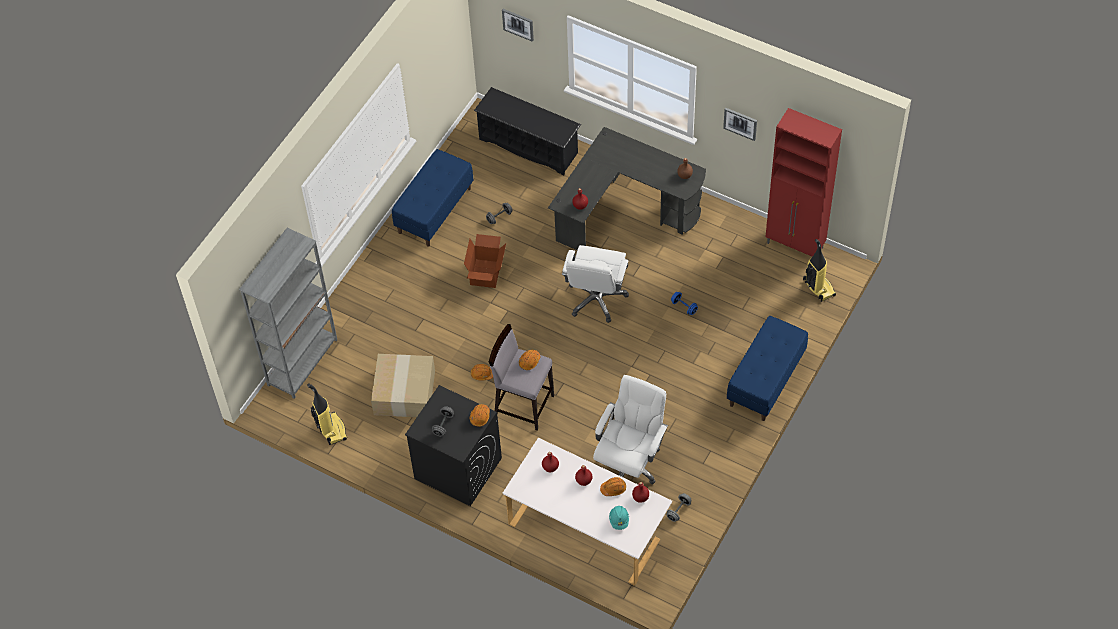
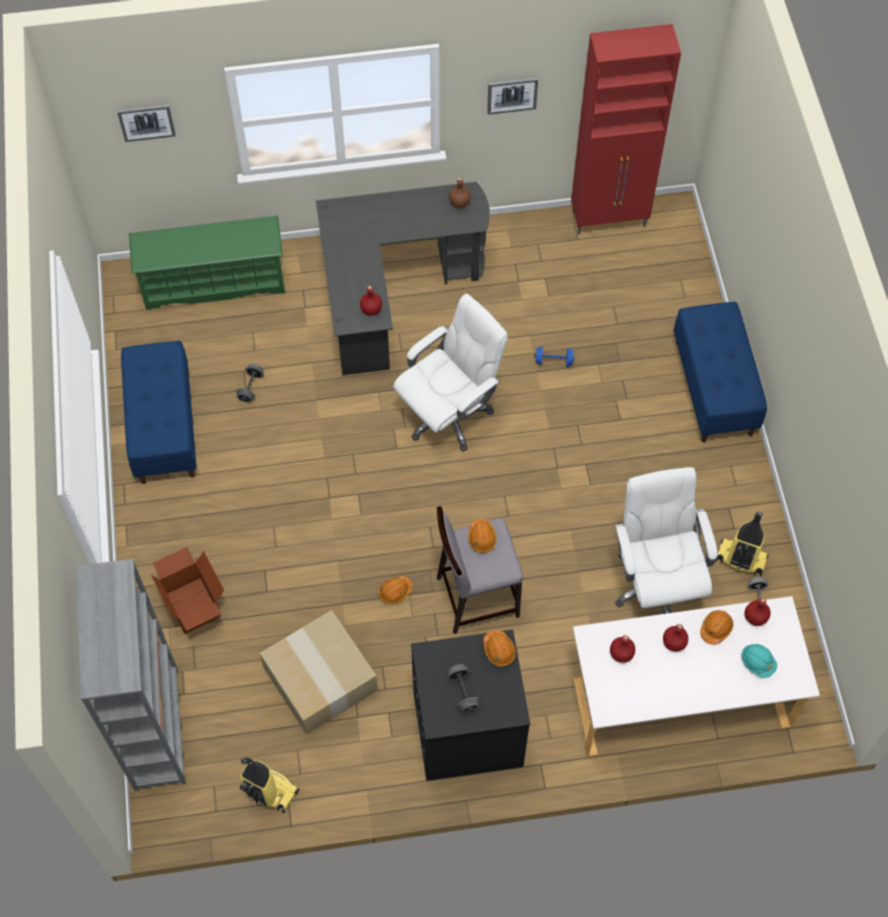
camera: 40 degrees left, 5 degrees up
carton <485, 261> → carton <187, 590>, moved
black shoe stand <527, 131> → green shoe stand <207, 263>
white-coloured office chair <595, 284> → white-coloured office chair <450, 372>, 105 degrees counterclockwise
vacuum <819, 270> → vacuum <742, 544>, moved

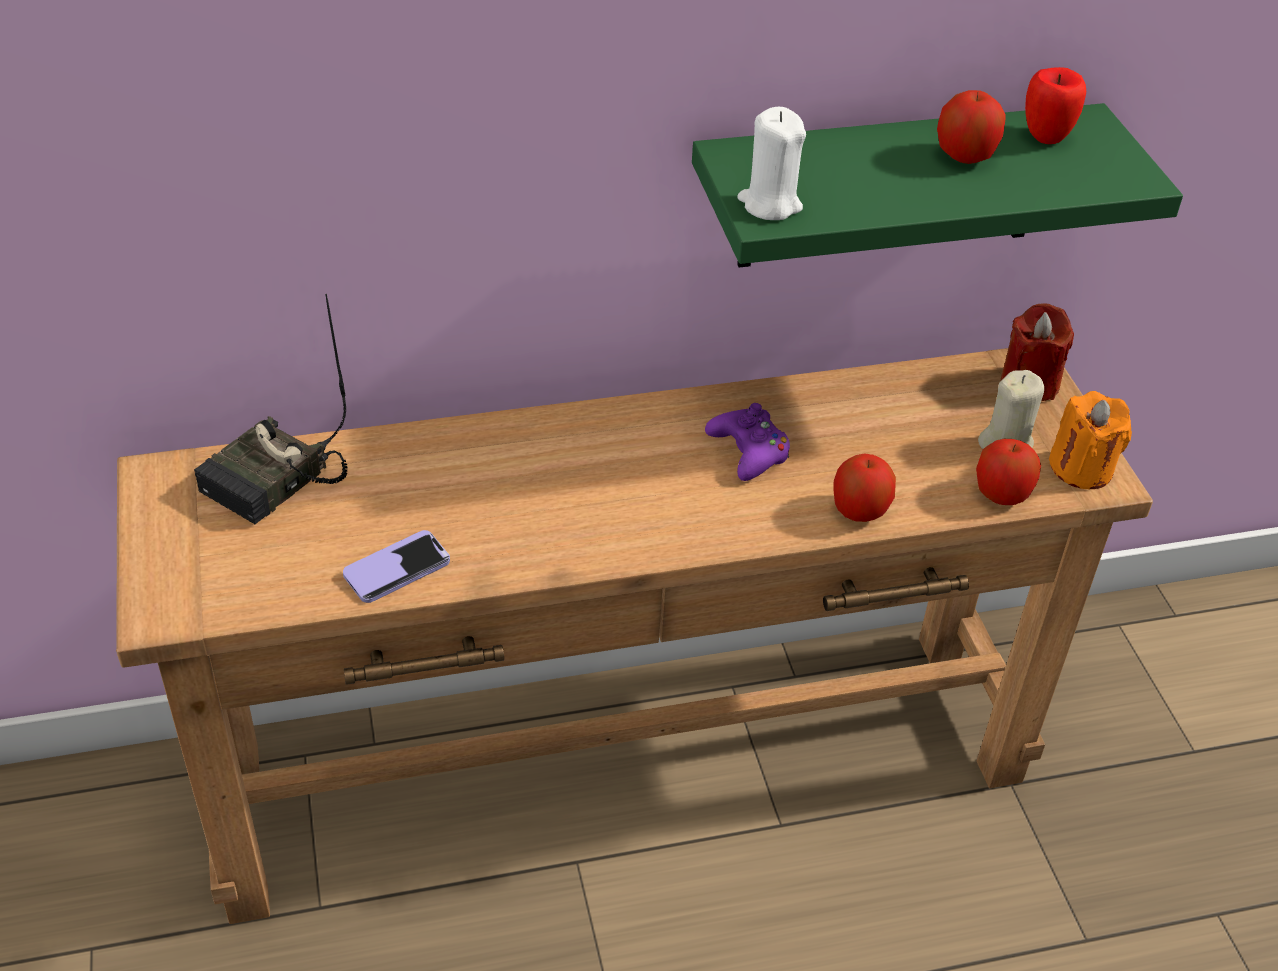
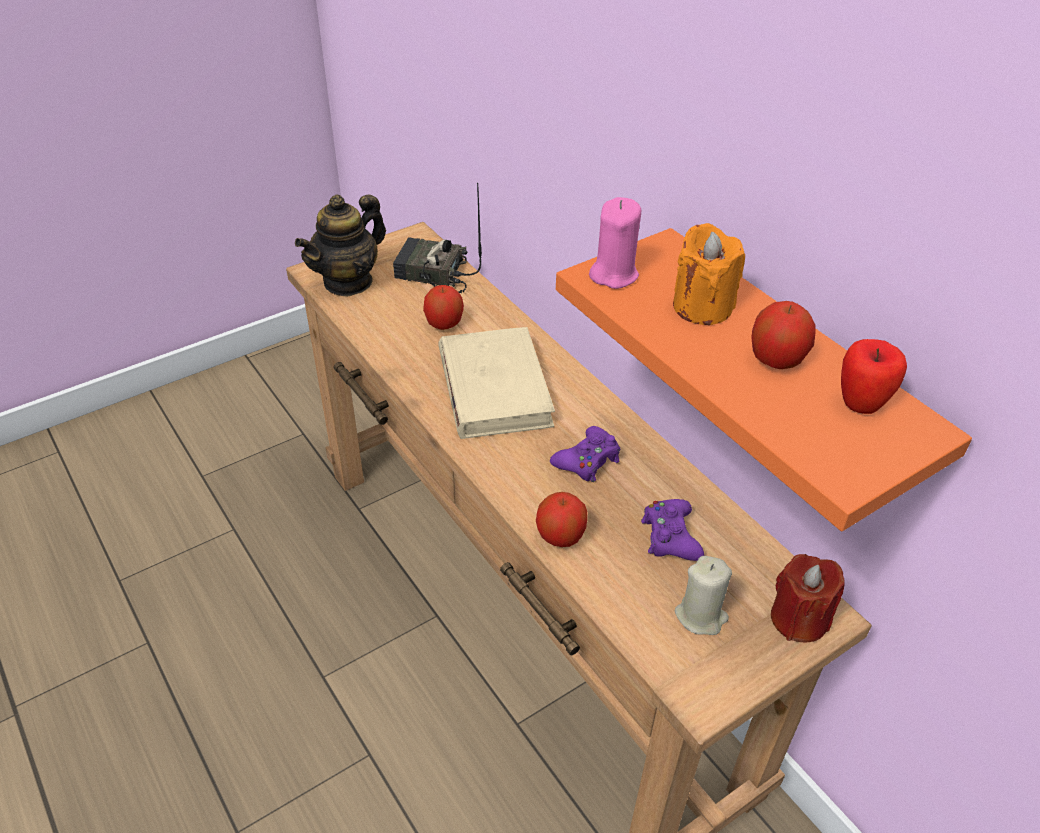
camera: 70 degrees right, 0 degrees up
handset <396, 566> → -
green bracket shelf <937, 185> → orange bracket shelf <764, 379>
white-coloured wax light <771, 163> → pink wax light <615, 243>
whole apple <1008, 472> → whole apple <443, 307>, moved
orange wax light <1090, 440> → orange wax light <709, 274>, moved
- → pot for tea <340, 245>
- → sand-coloured bound book <496, 383>
- → purplish game controller <672, 530>

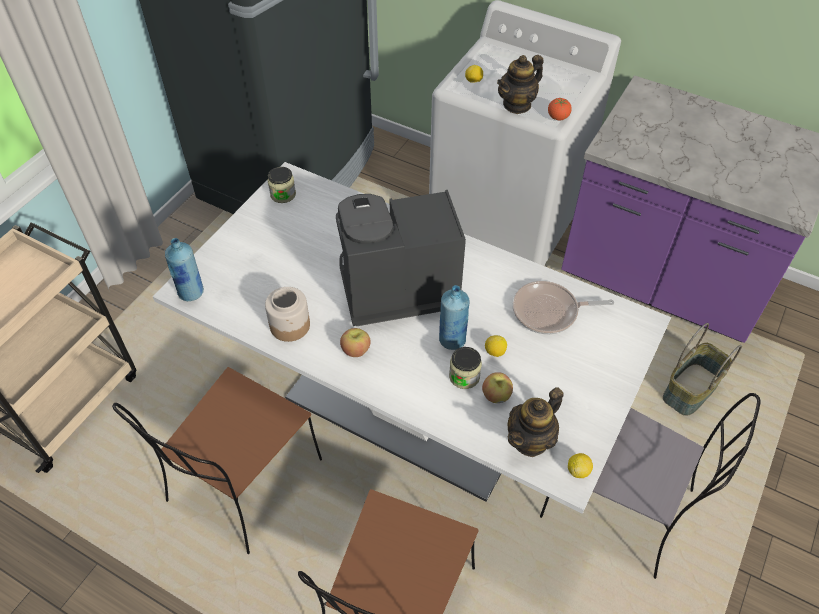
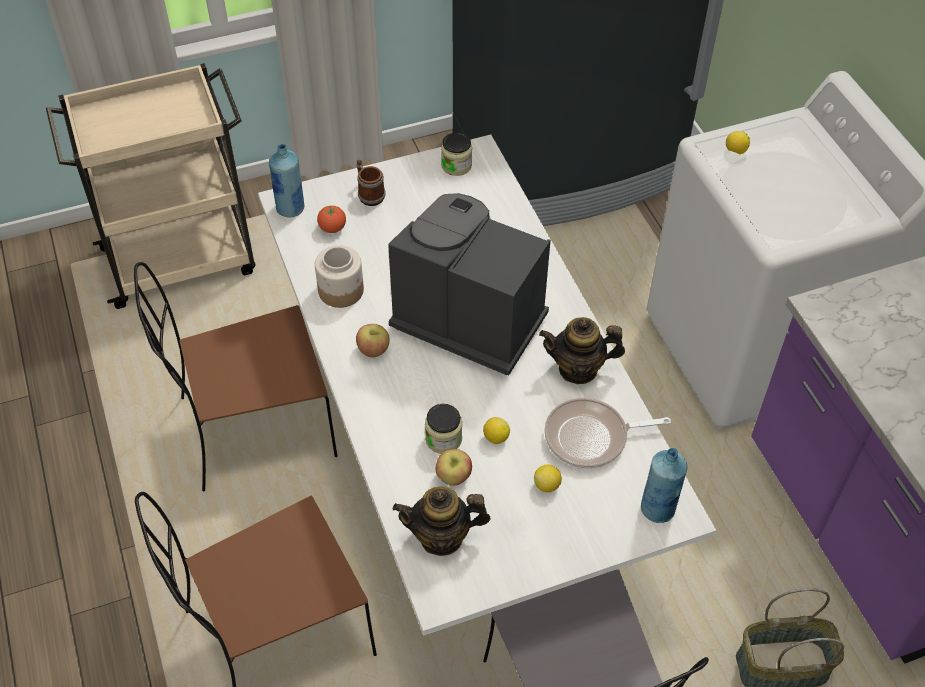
camera: 40 degrees right, 0 degrees up
bluish drink bottle <454, 317> → bluish drink bottle <664, 485>, moved
pot for tea <520, 84> → pot for tea <582, 350>, moved
skillet <563, 307> → skillet <607, 433>, 45 degrees counterclockwise
tomato <560, 109> → tomato <331, 219>, moved
lemon <580, 465> → lemon <548, 478>, moved
- → coffee mug <370, 182>

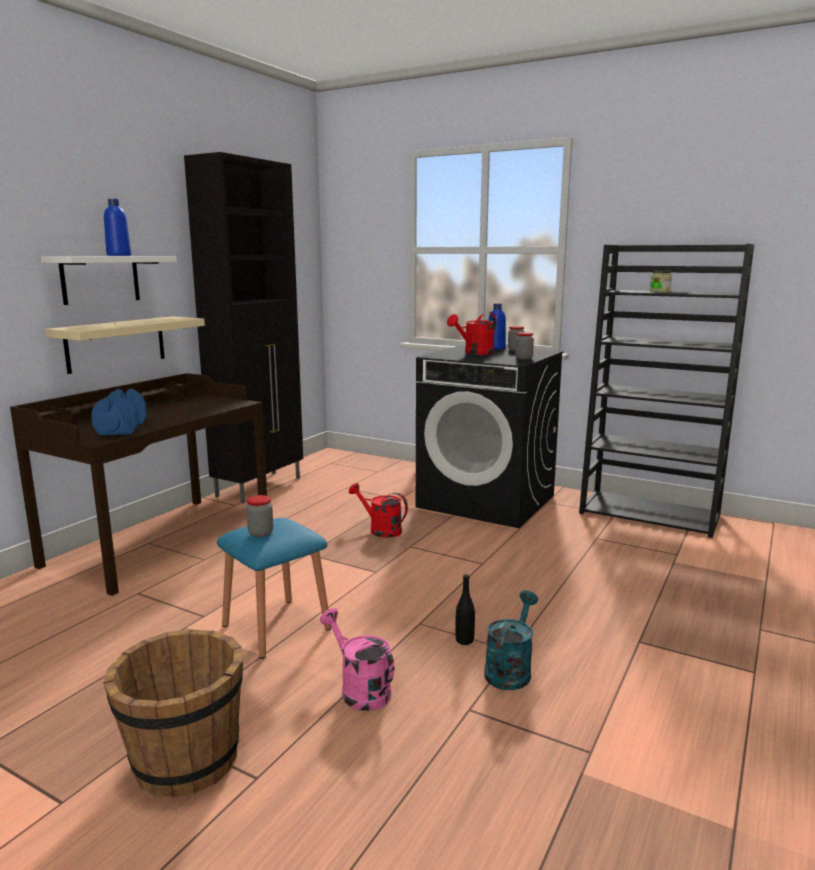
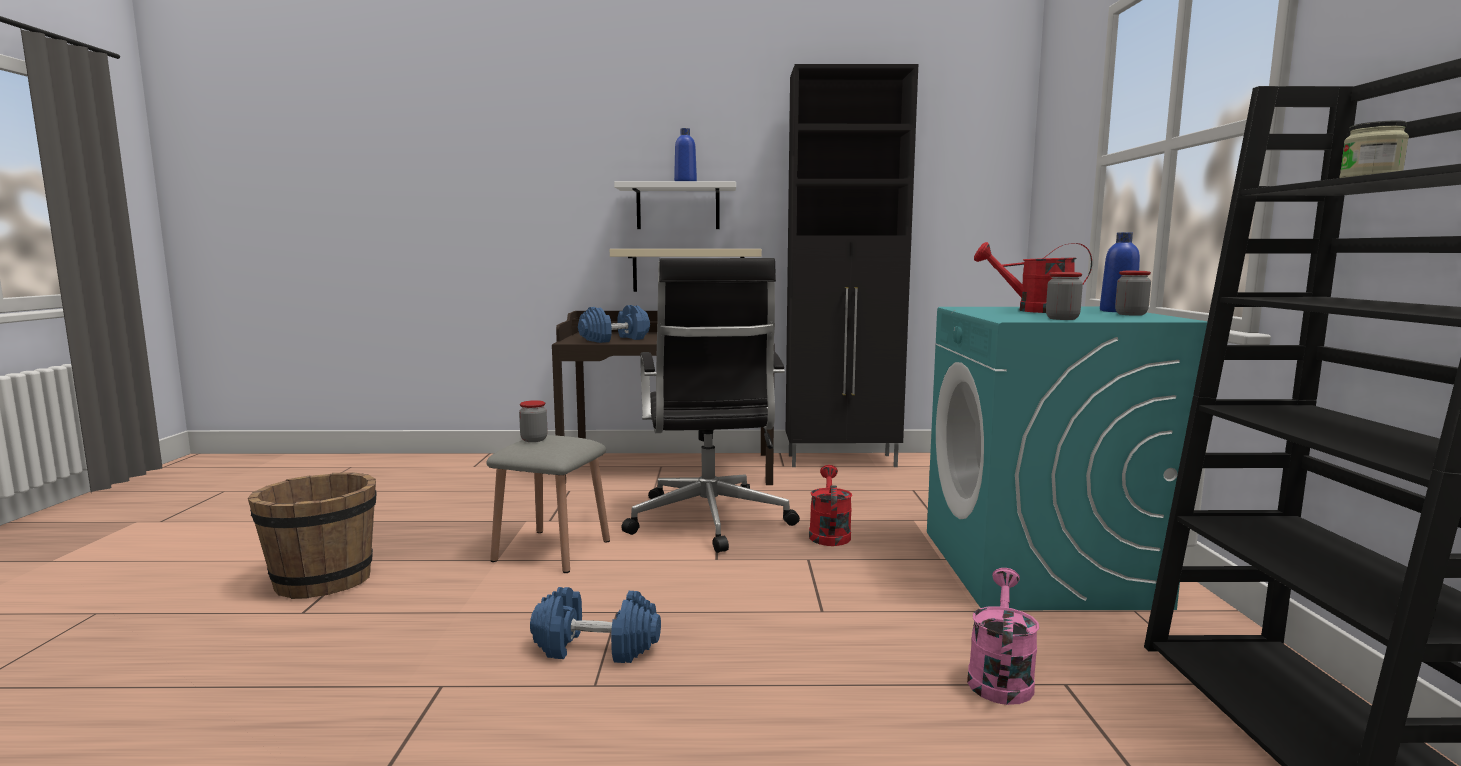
camera: 60 degrees right, 5 degrees down
bluish sitting stool <274, 588> → gray sitting stool <548, 504>
pink sprinkling can <357, 659> → pink sprinkling can <1003, 636>, moved
black washing machine <489, 436> → turquoise-coloured washing machine <1067, 458>
black drink bottle <465, 609> → bluish dumbbell <595, 625>
turquoise-coloured sprinkling can <511, 640> → -
- → black office chair <710, 405>

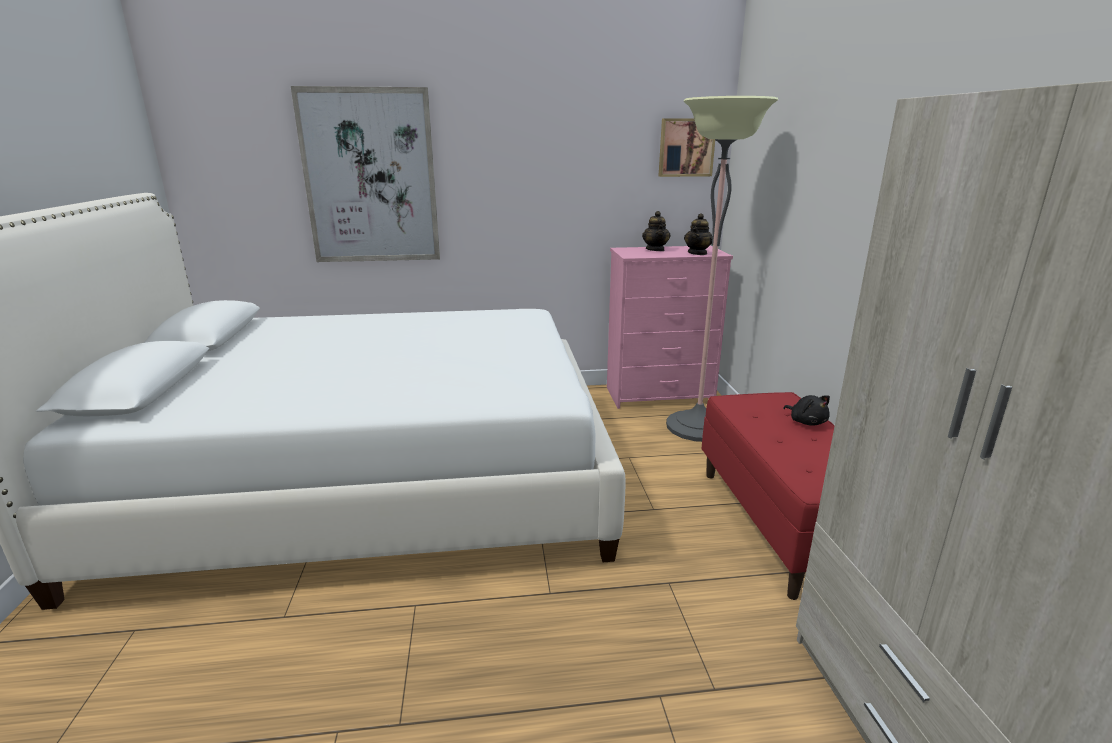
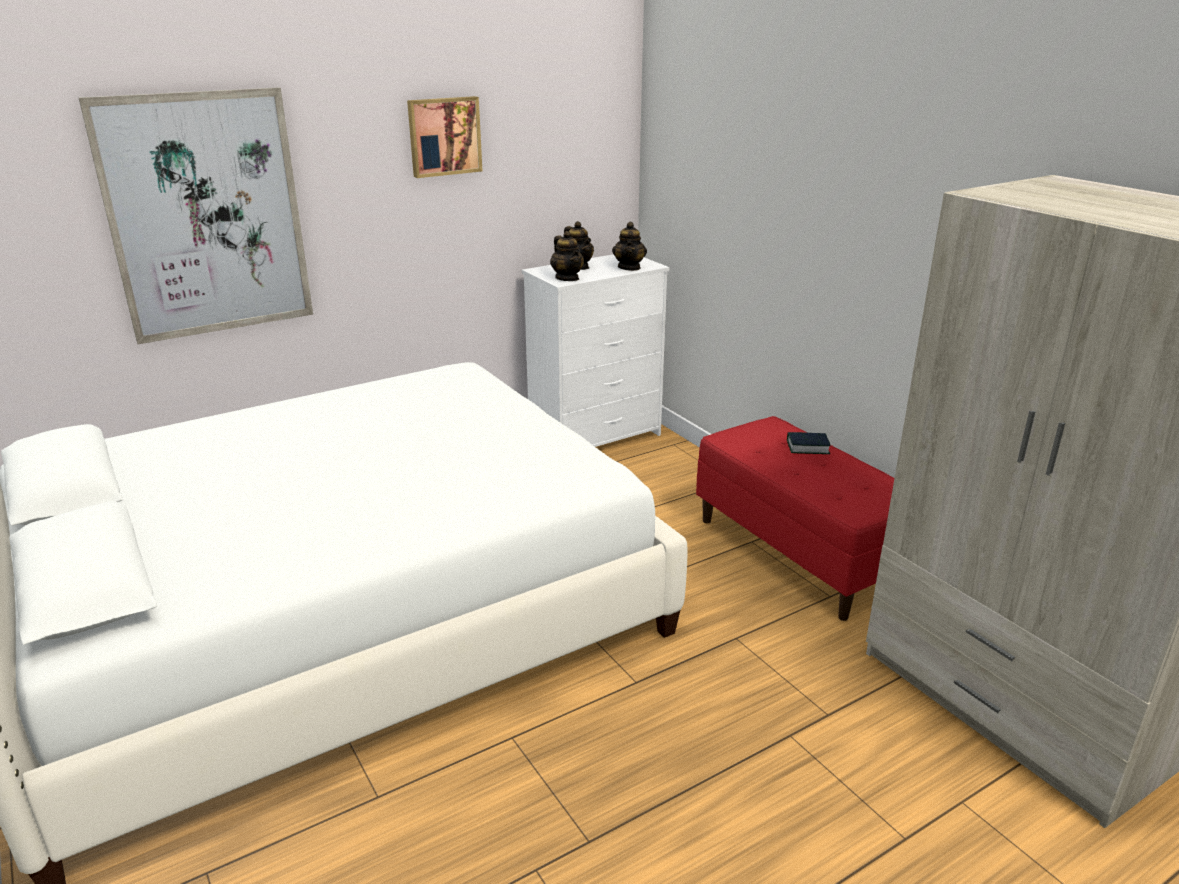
camera: 25 degrees left, 5 degrees up
pink dresser <670, 327> → white-coloured dresser <595, 350>
wall picture <687, 147> → wall picture <444, 137>, moved
standard lamp <722, 269> → -
black cuddly toy <806, 410> → bound book <809, 443>
- → pot for tea <567, 256>

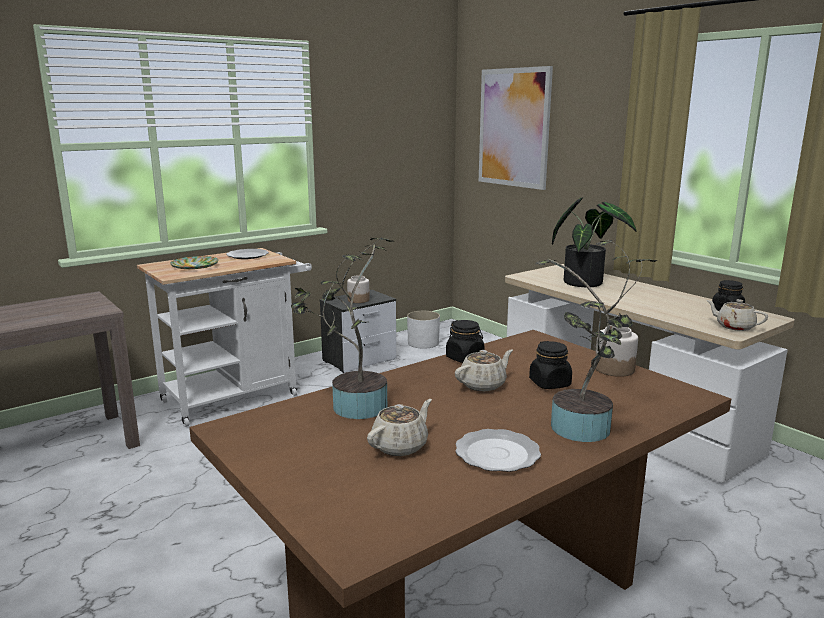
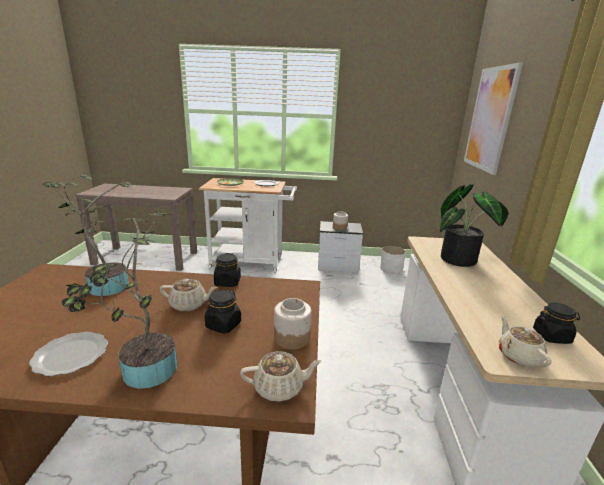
camera: 40 degrees right, 5 degrees up
sand-coloured pot for tea <399, 427> → sand-coloured pot for tea <281, 376>, moved

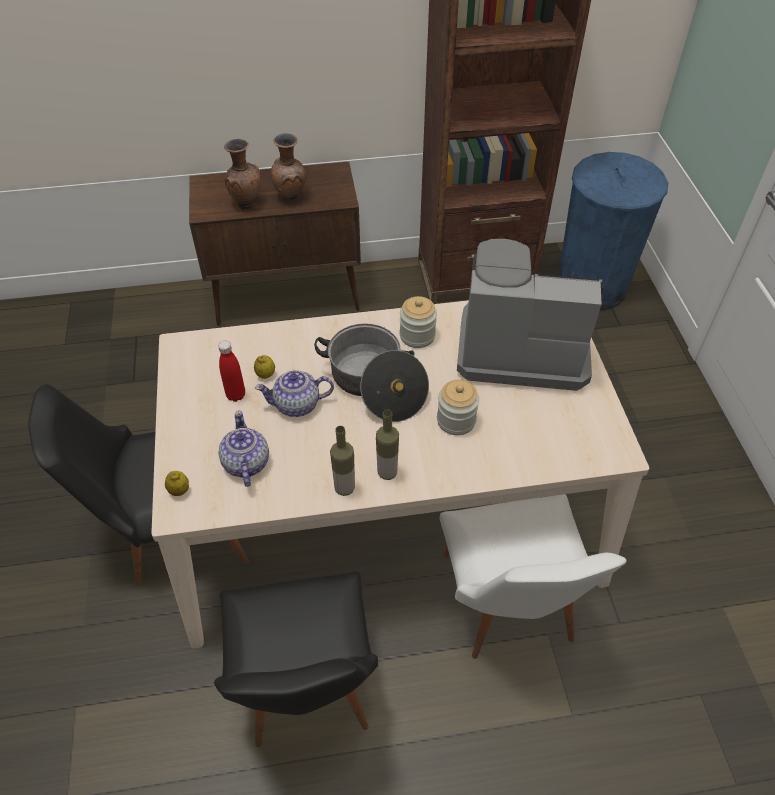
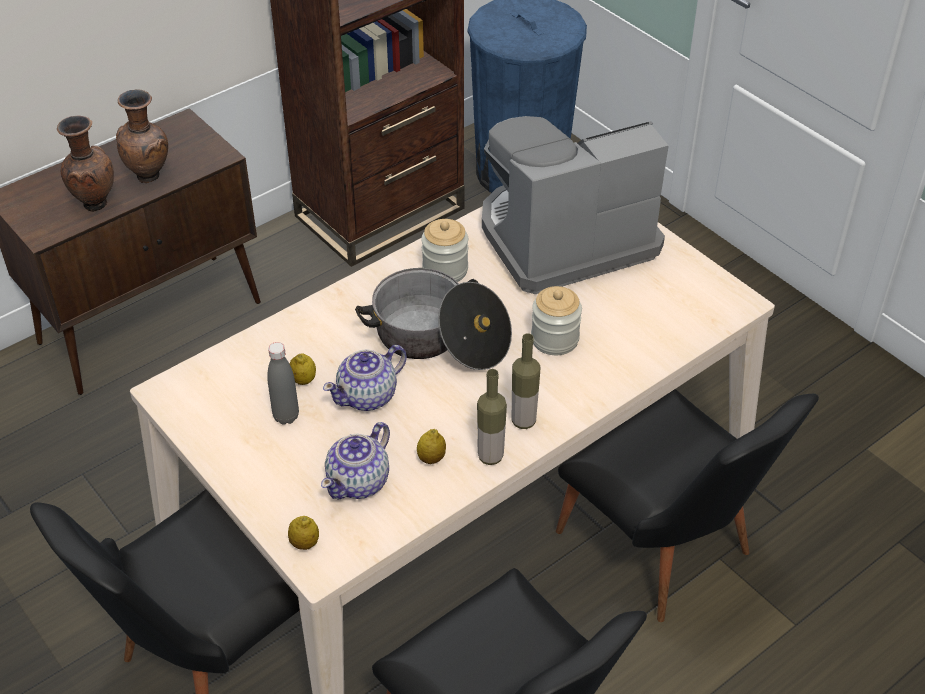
camera: 30 degrees left, 5 degrees down
red-coloured drink bottle <231, 371> → gray drink bottle <283, 383>
pot for tea <243, 448> → pot for tea <355, 461>, 105 degrees counterclockwise
white-coloured chair <533, 576> → black chair <687, 505>
- → lemon <431, 446>

